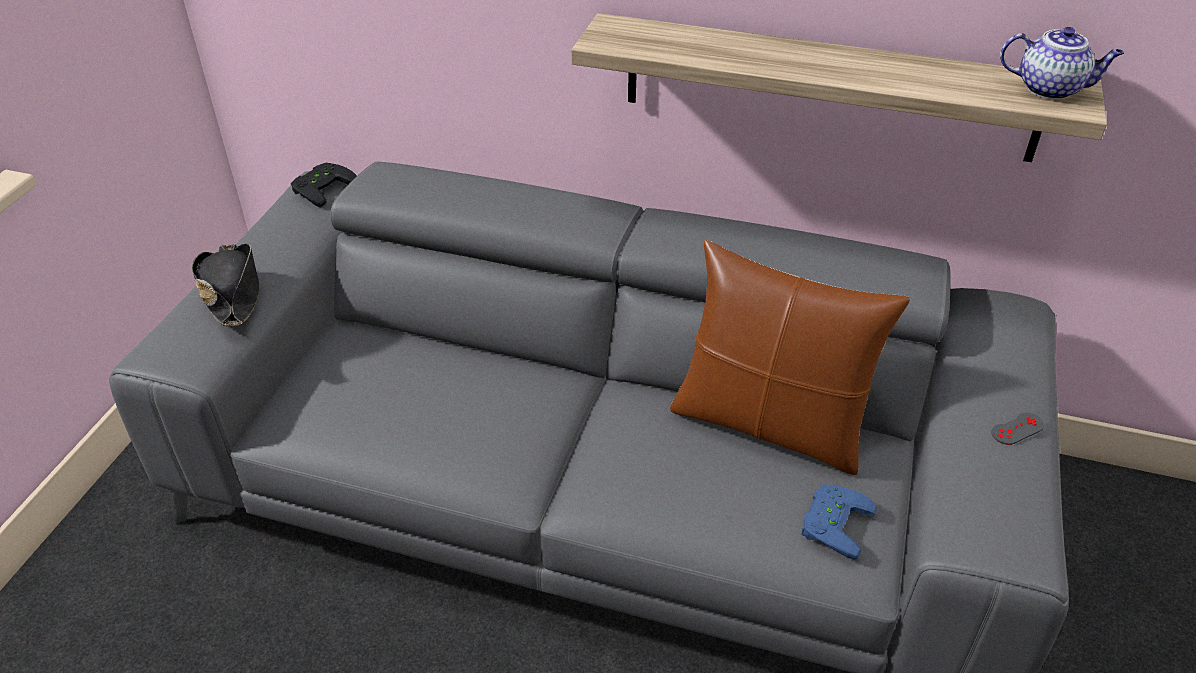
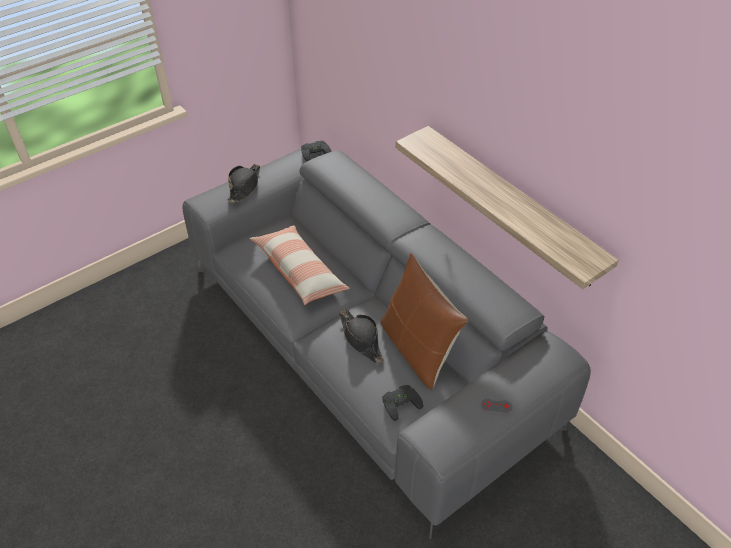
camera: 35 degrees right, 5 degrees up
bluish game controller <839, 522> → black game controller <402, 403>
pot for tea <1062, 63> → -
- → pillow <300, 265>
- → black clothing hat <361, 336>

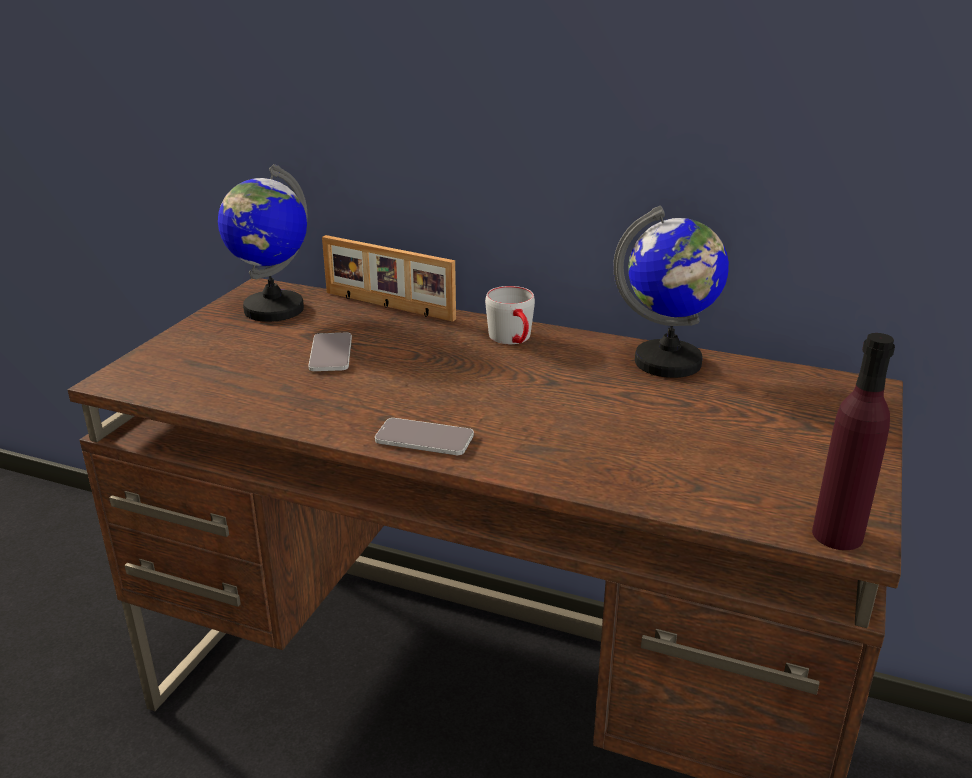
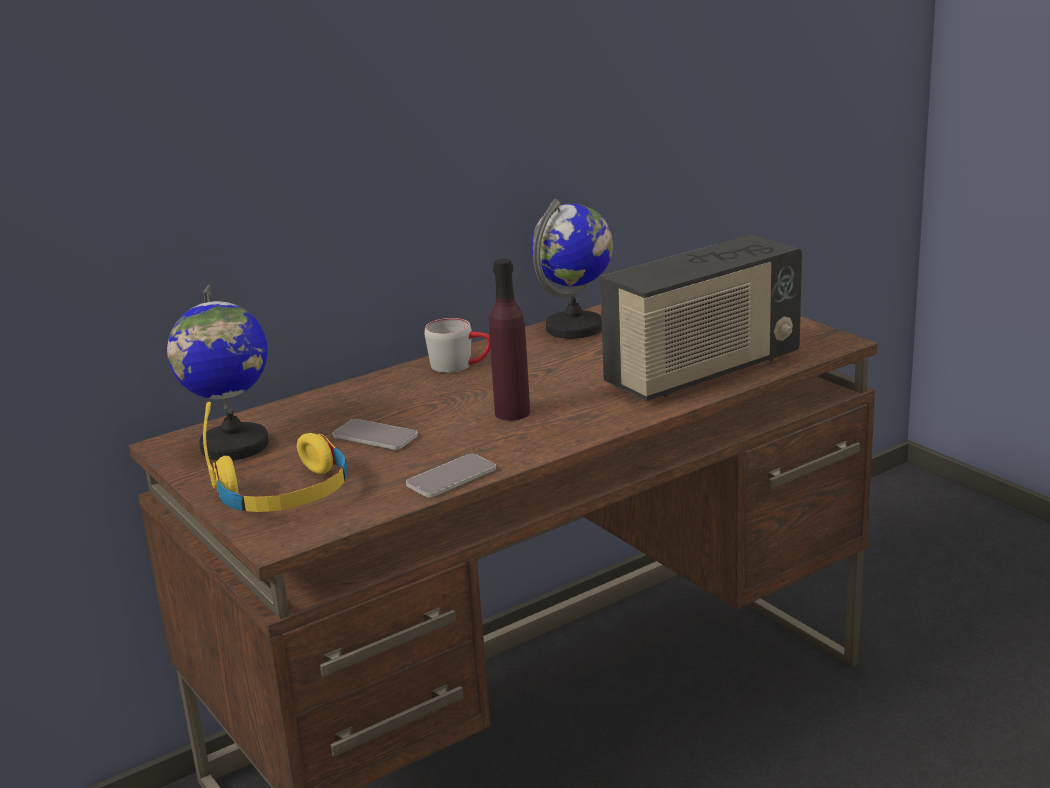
camera: 55 degrees left, 5 degrees down
photo frame <389, 278> → -
handset <424, 436> → handset <451, 475>, moved
purplish drink bottle <853, 441> → purplish drink bottle <509, 340>, moved
- → yellow-coloured pair of headphones <275, 457>
- → radio <701, 317>

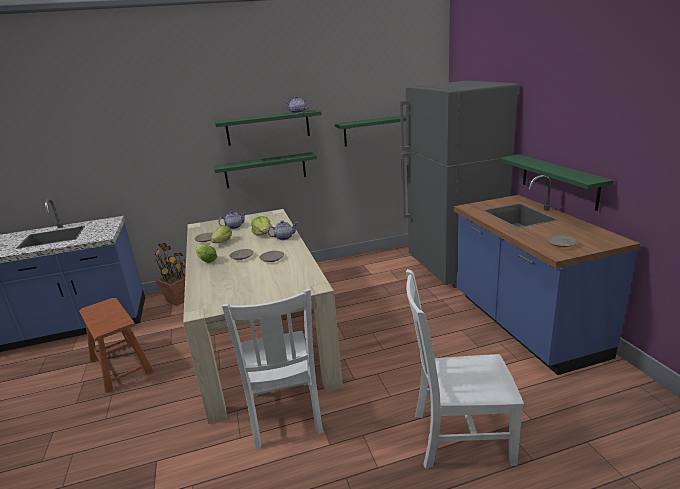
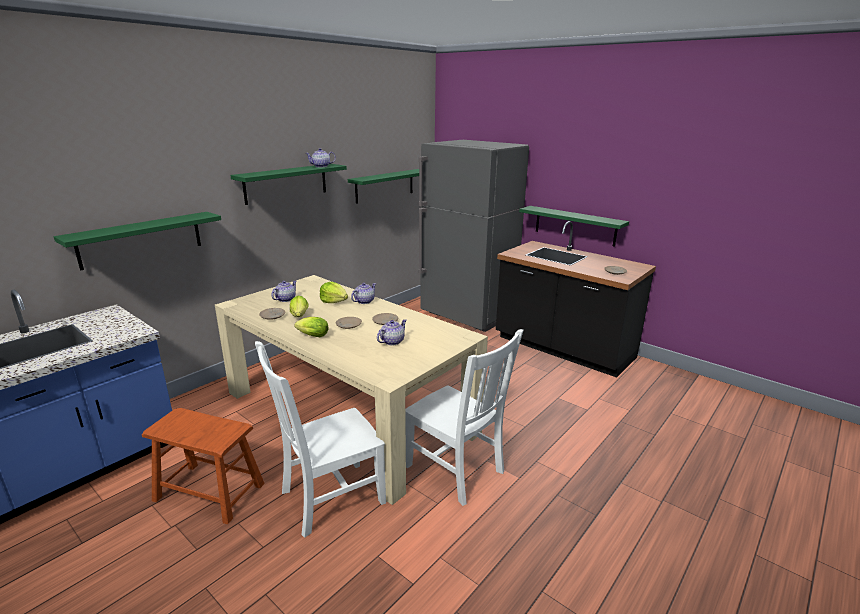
camera: 35 degrees left, 0 degrees up
plant in a pot <170, 274> → -
green bracket shelf <265, 170> → green bracket shelf <137, 241>, moved
white-coloured chair <465, 369> → white-coloured chair <320, 439>, moved
bluish kitchen counter <547, 275> → black kitchen counter <576, 299>
- → pot for tea <392, 332>

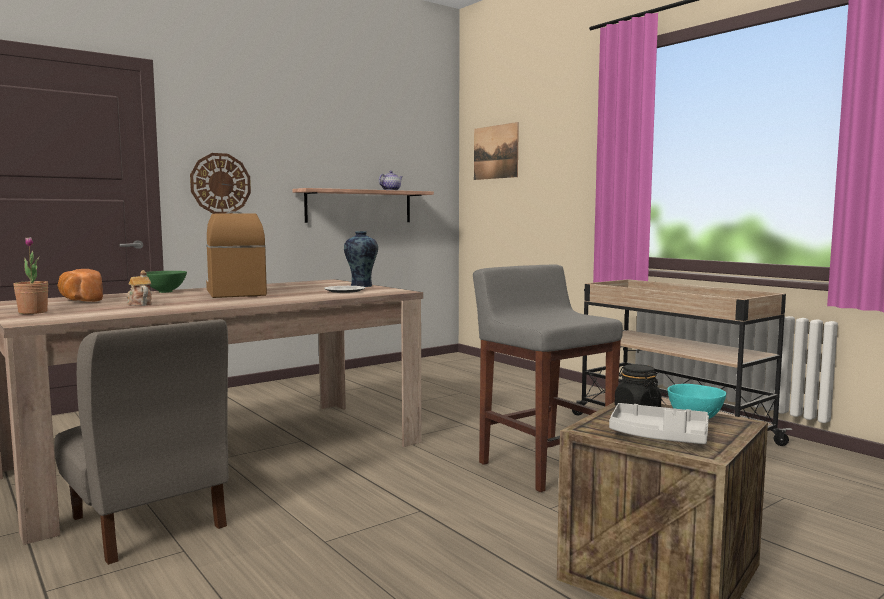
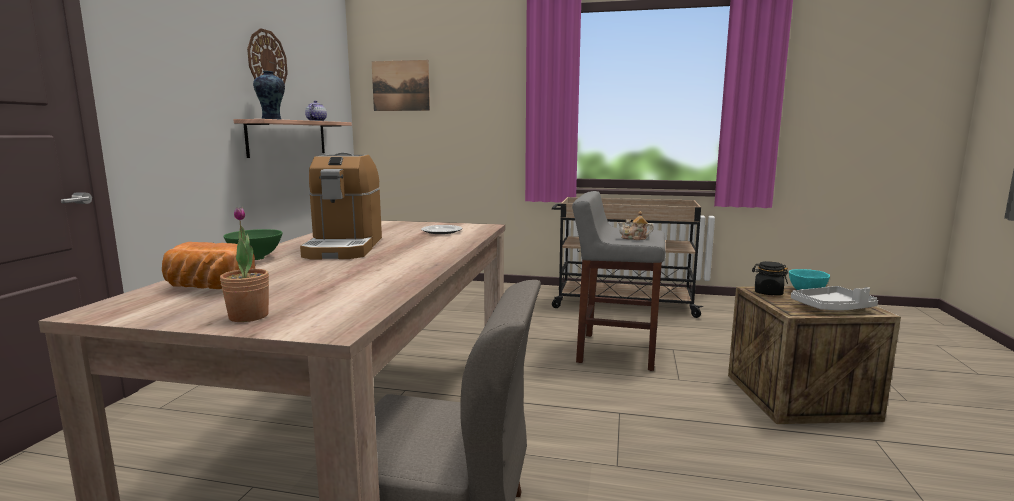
camera: 40 degrees left, 5 degrees up
pot for tea <139, 288> → pot for tea <636, 225>, moved
wall clock <220, 183> → wall clock <267, 56>, moved
coffee maker <236, 254> → coffee maker <341, 206>, 120 degrees counterclockwise
decorative vase <361, 259> → decorative vase <269, 95>, moved

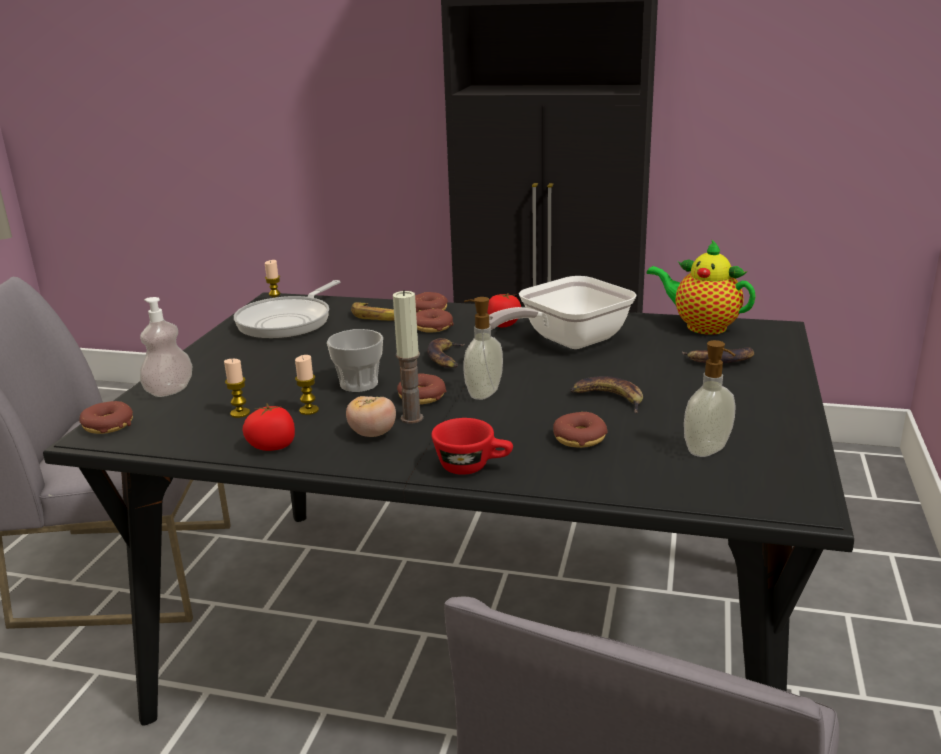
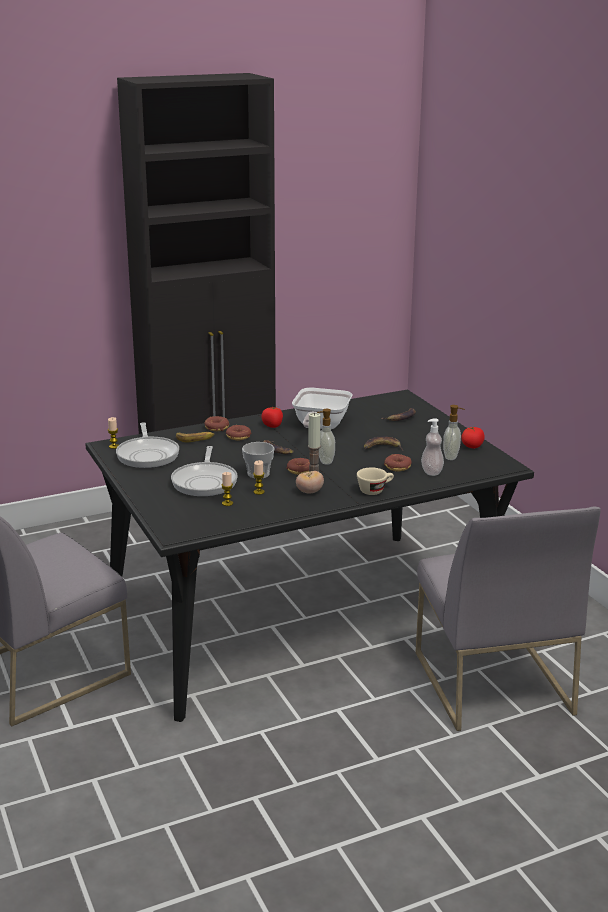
camera: 40 degrees left, 0 degrees up
donut <106, 417> → -
liquid soap bottle <166, 347> → liquid soap bottle <432, 447>, moved
tomato <268, 427> → tomato <473, 437>, moved
red-coloured small cup <472, 446> → sand-coloured small cup <375, 481>
pot for tea <701, 287> → -
- → skillet <204, 471>

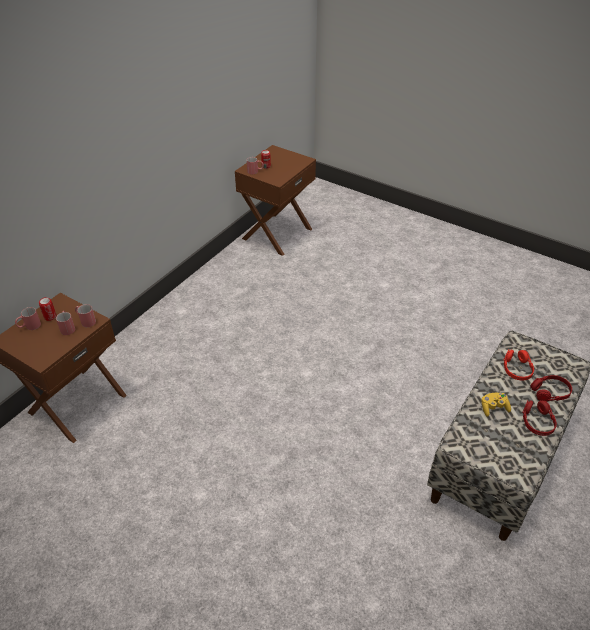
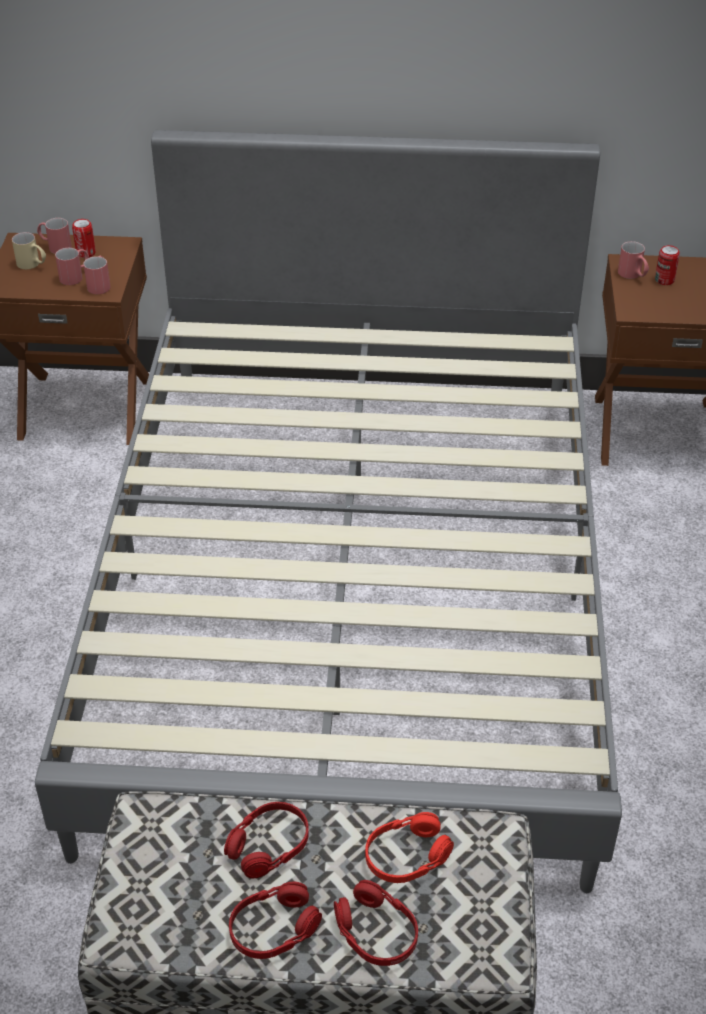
camera: 60 degrees right, 0 degrees up
yellow-coloured game controller <496, 405> → red-coloured pair of headphones <266, 840>
- → sand-coloured coffee mug <29, 250>
- → gray bed <328, 511>

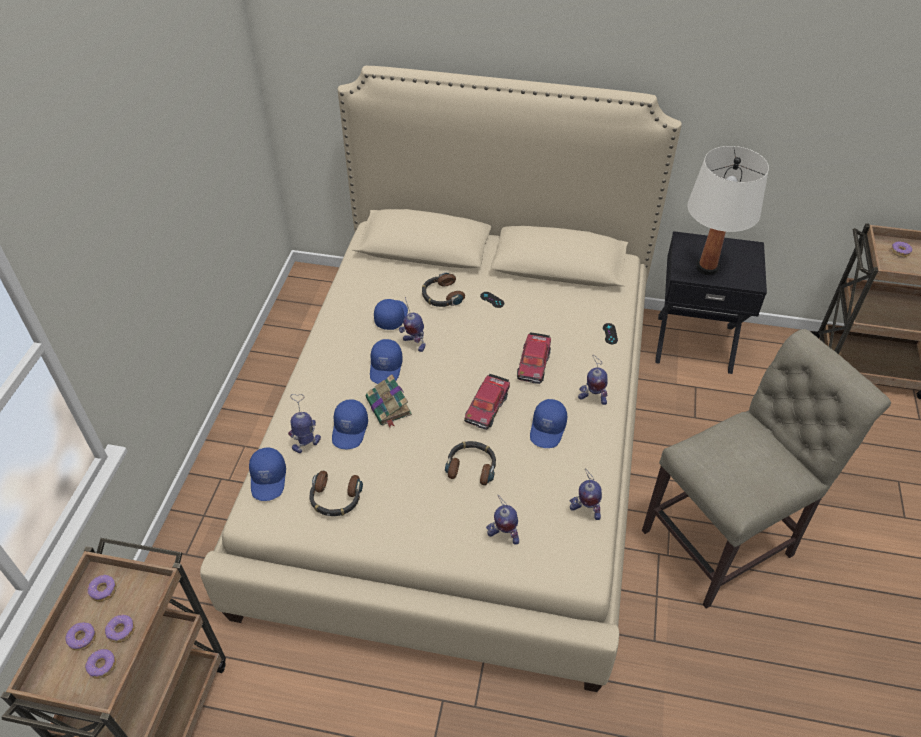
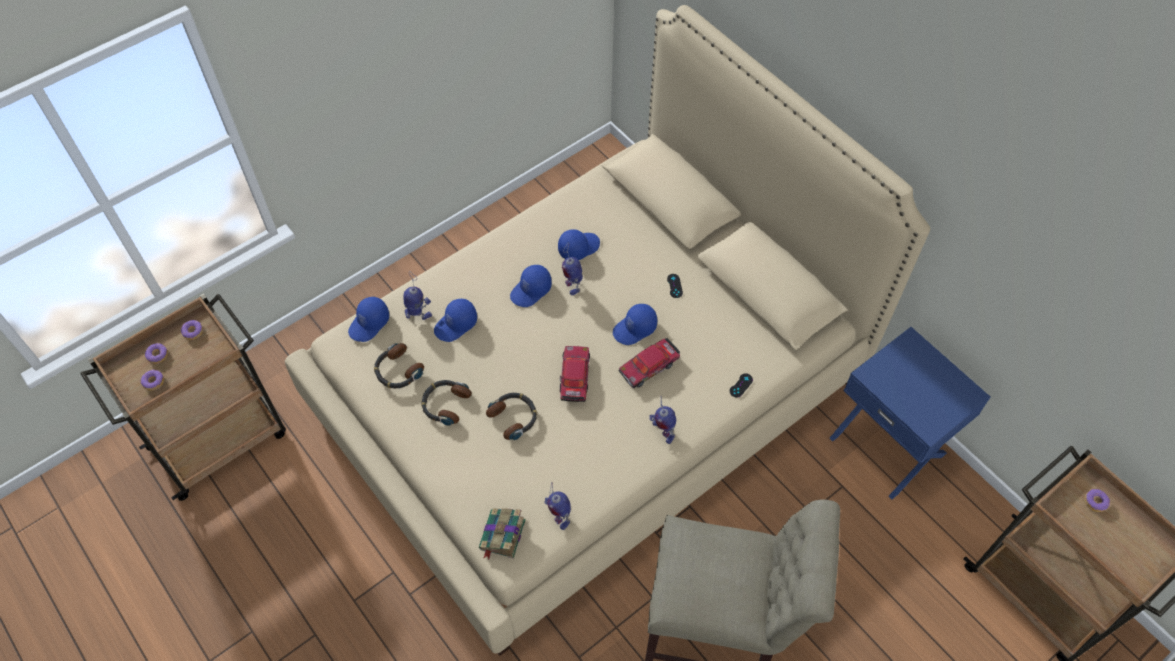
camera: 40 degrees right, 10 degrees up
donut <120, 628> → -
bound book <388, 401> → bound book <502, 533>, moved
pair of headphones <443, 289> → pair of headphones <446, 402>, moved
toy car <487, 402> → toy car <575, 374>, 120 degrees clockwise
toy robot <502, 520> → -
bluish baseball cap <548, 423> → bluish baseball cap <635, 324>, moved
black night table <711, 302> → bluish night table <910, 413>
white-coloured table lamp <728, 210> → -

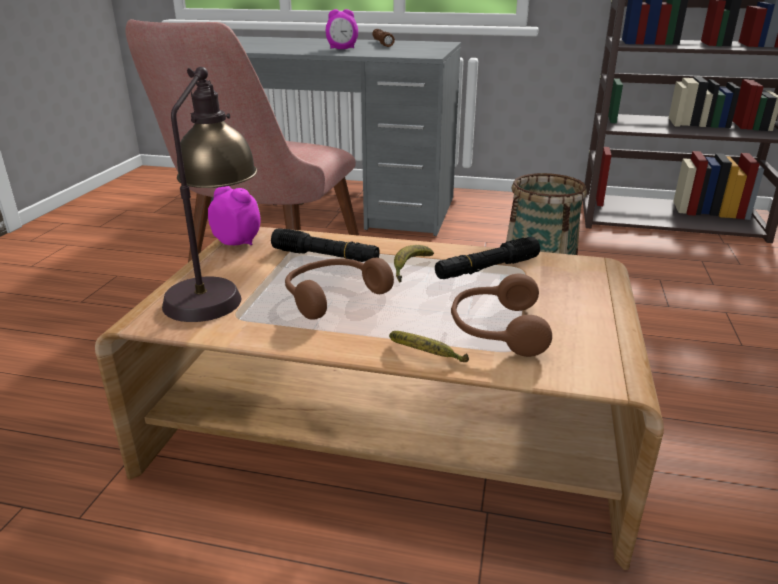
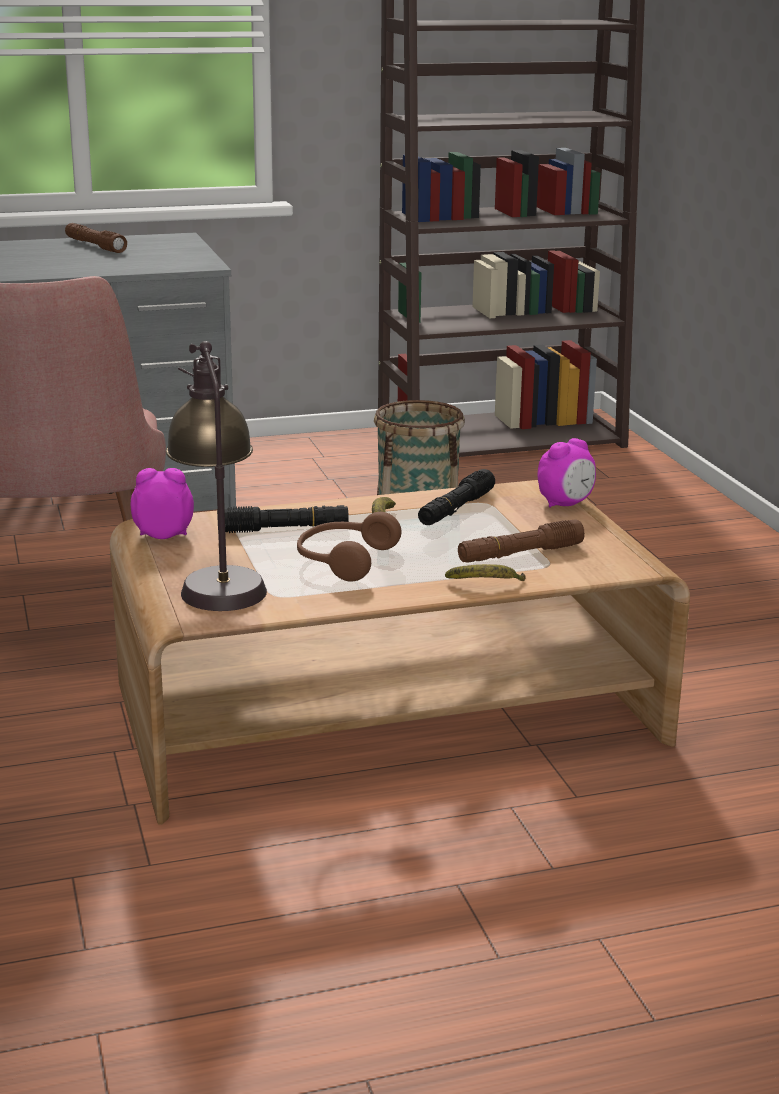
camera: 30 degrees left, 5 degrees down
bedside clock <342, 29> → bedside clock <566, 472>, moved
brownish pair of headphones <501, 315> → brownish hand torch <521, 541>

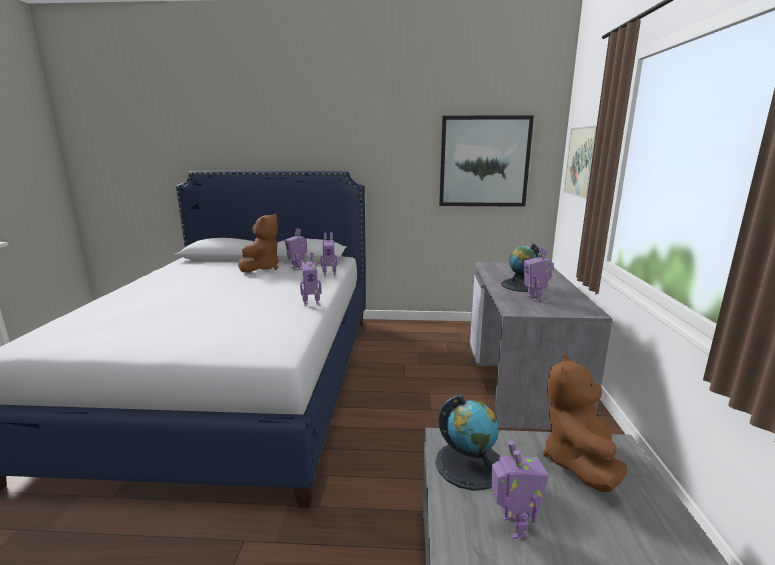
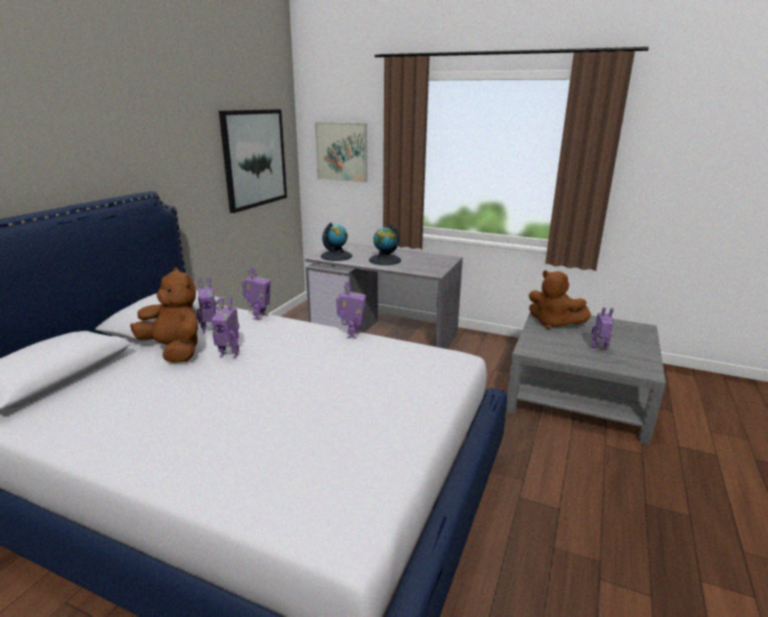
camera: 70 degrees left, 5 degrees up
world globe <467, 443> → world globe <336, 241>, moved
toy robot <538, 274> → toy robot <225, 328>, moved

